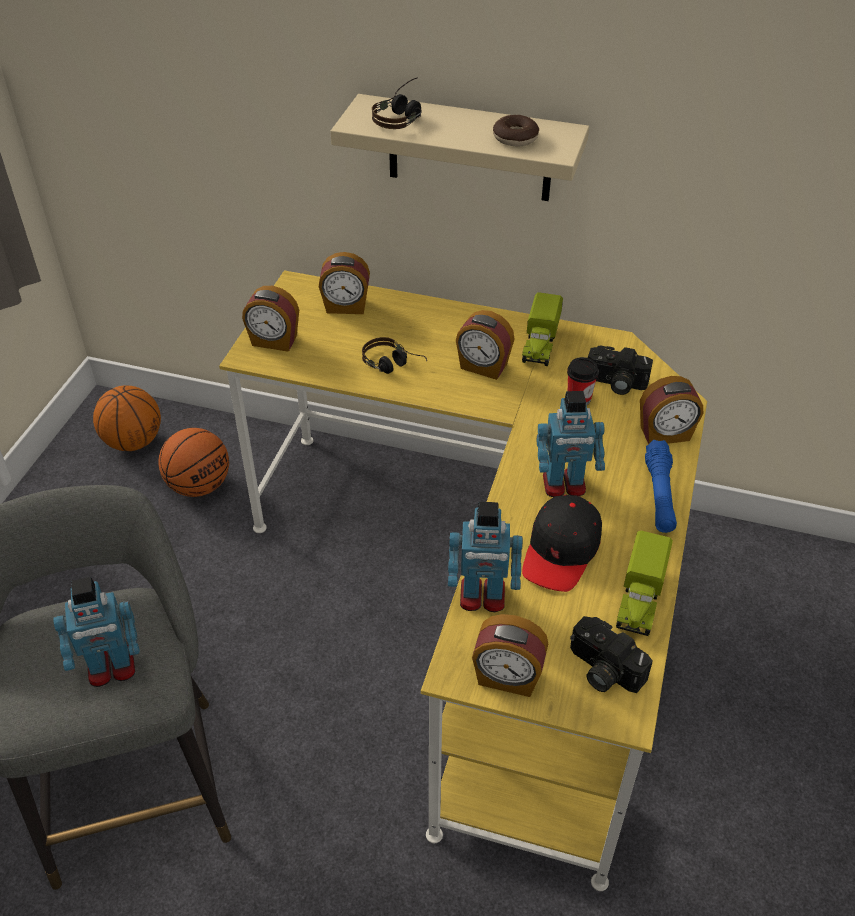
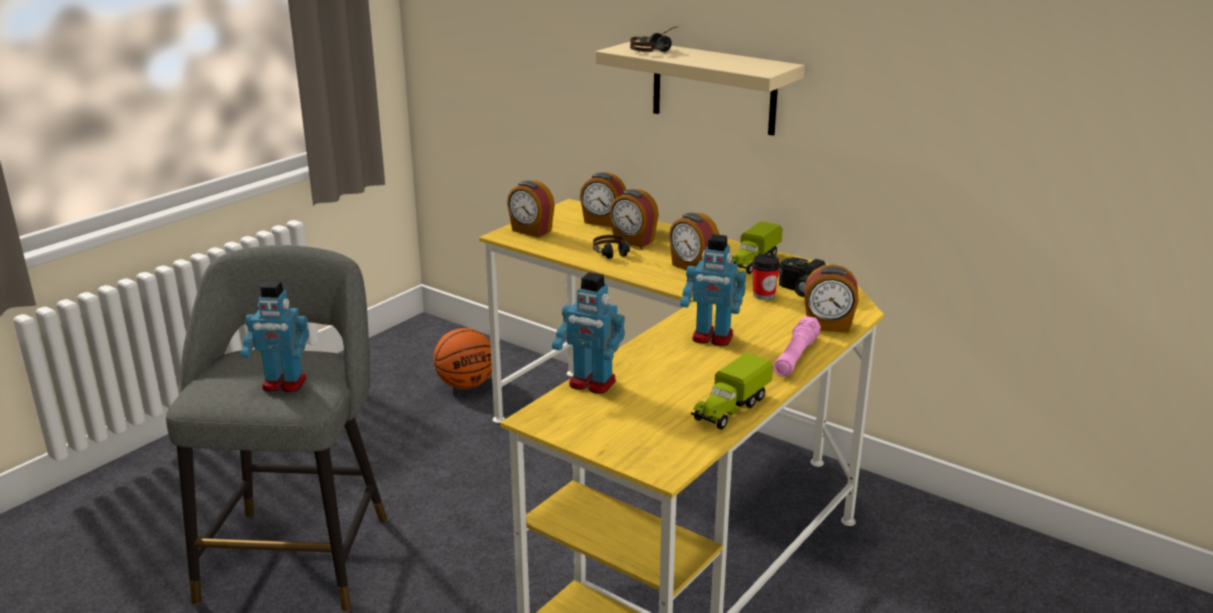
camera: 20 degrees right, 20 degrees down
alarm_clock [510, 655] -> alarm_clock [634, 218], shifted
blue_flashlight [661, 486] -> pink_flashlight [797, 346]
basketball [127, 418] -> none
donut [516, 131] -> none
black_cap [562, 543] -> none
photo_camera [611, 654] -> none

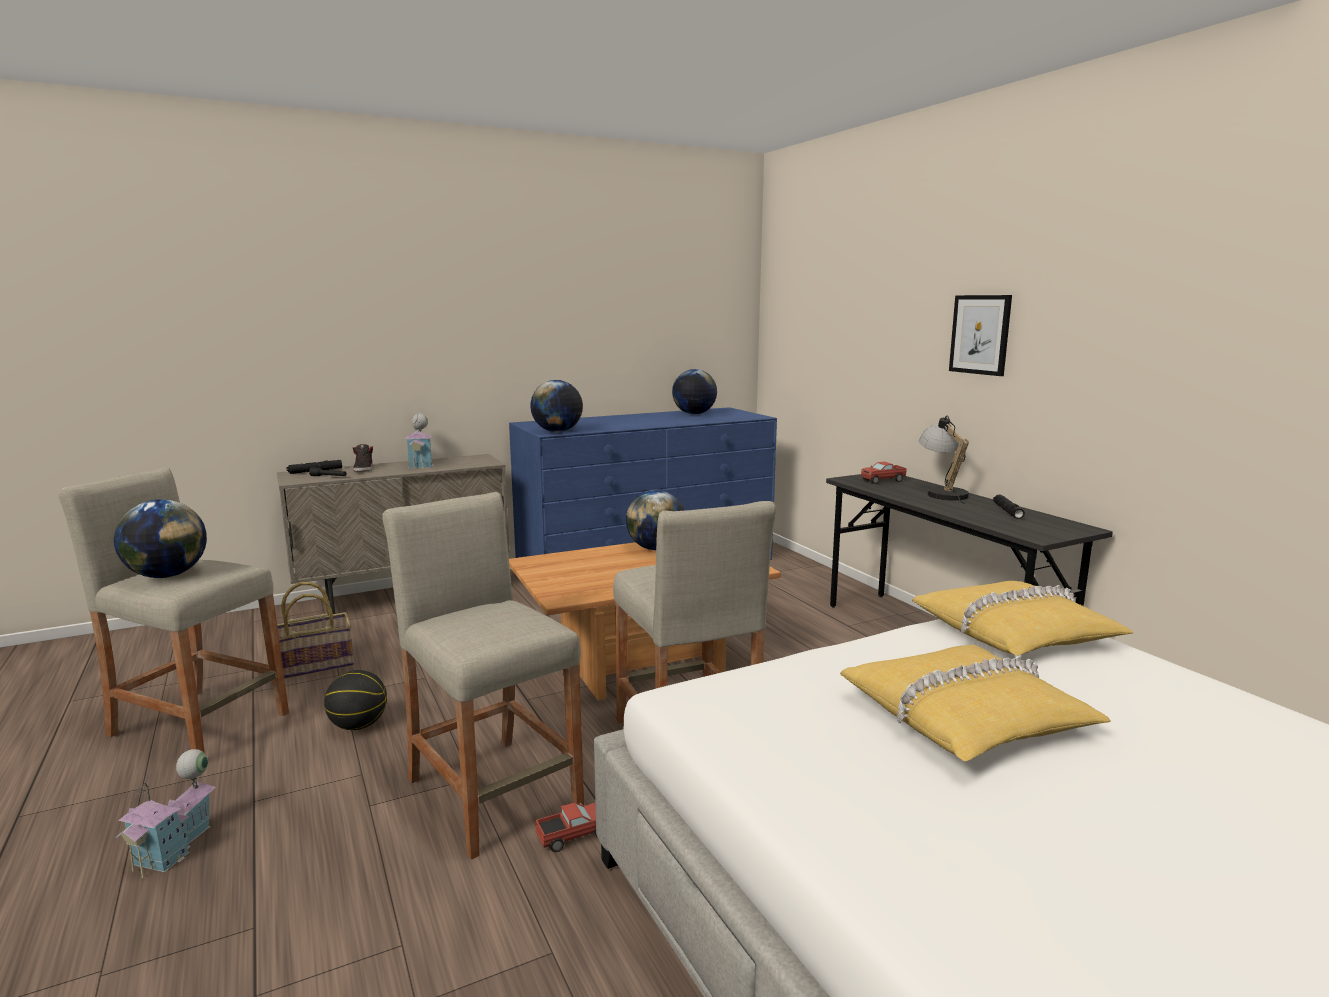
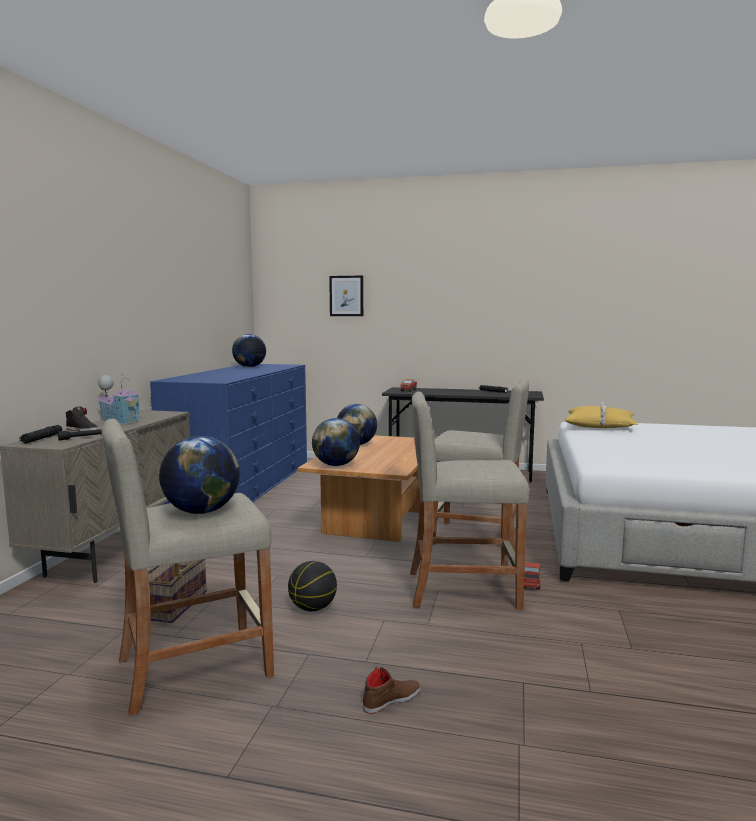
camera: 50 degrees left, 5 degrees down
globe [556, 406] -> globe [336, 442], shifted
picture [980, 335] -> picture [346, 296], shifted
toy_house [165, 813] -> brown_shoe [391, 690]
yellow_pillow [975, 703] -> none
table_lamp [944, 459] -> none

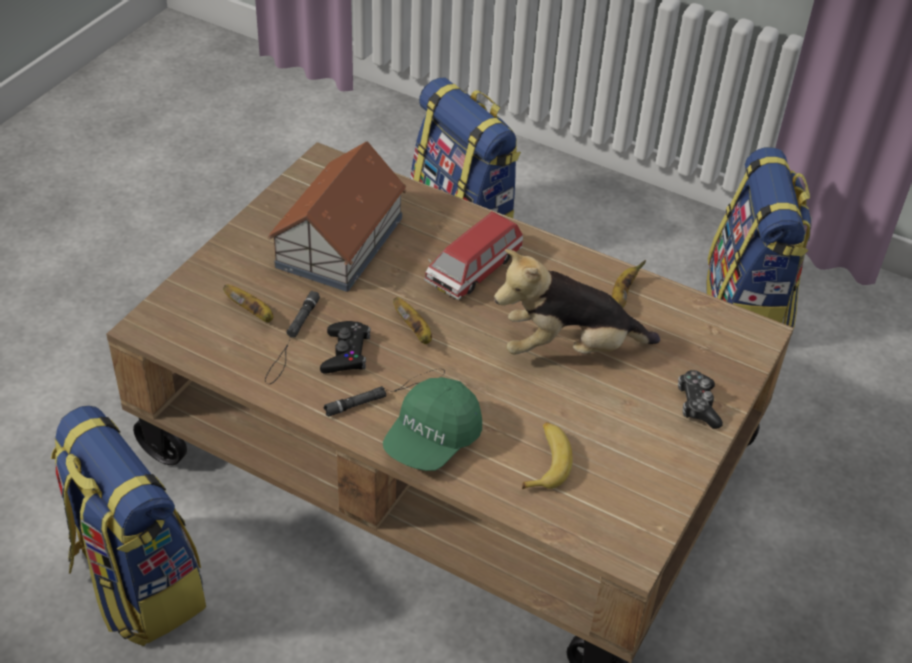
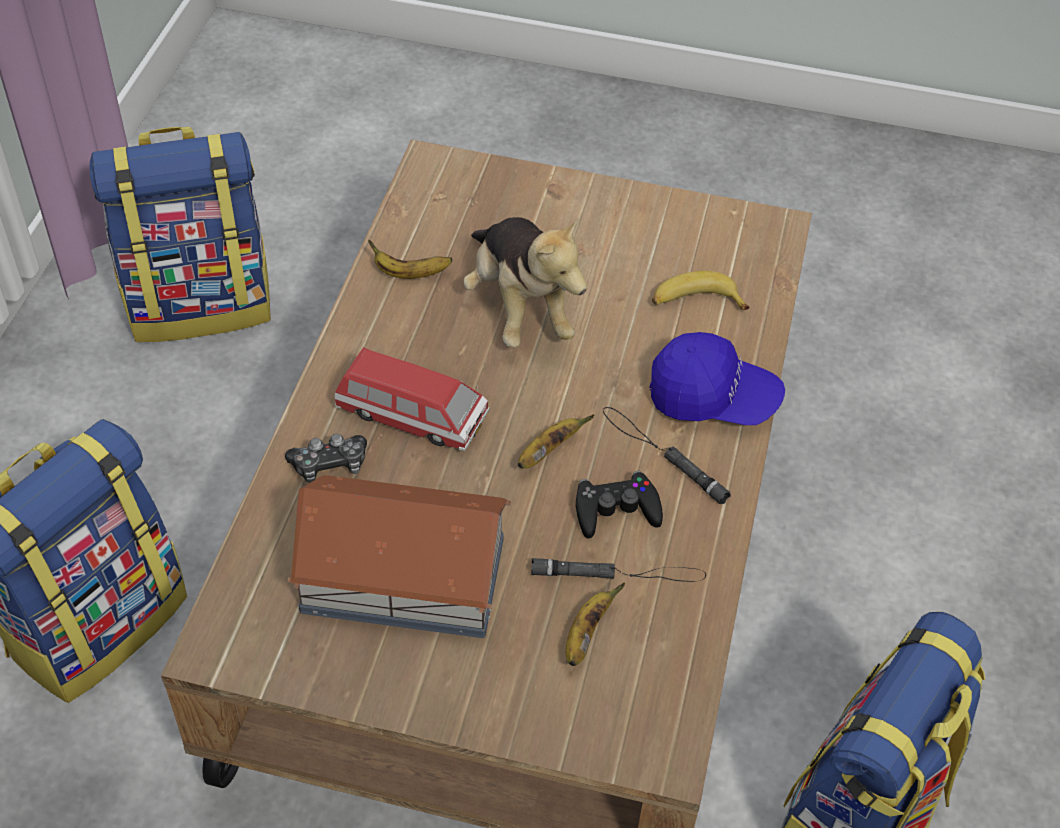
camera: 105 degrees left, 5 degrees up
game_controller [700, 399] -> game_controller [326, 458], shifted
green_cap [432, 424] -> blue_cap [717, 378]

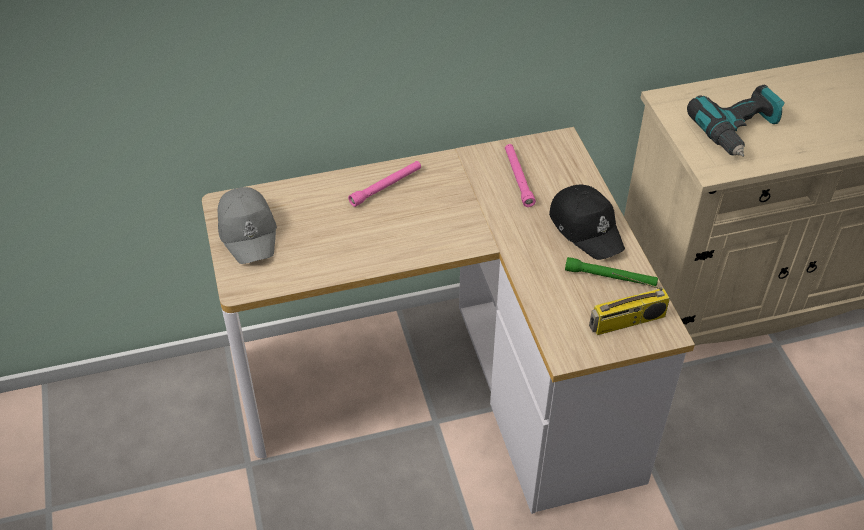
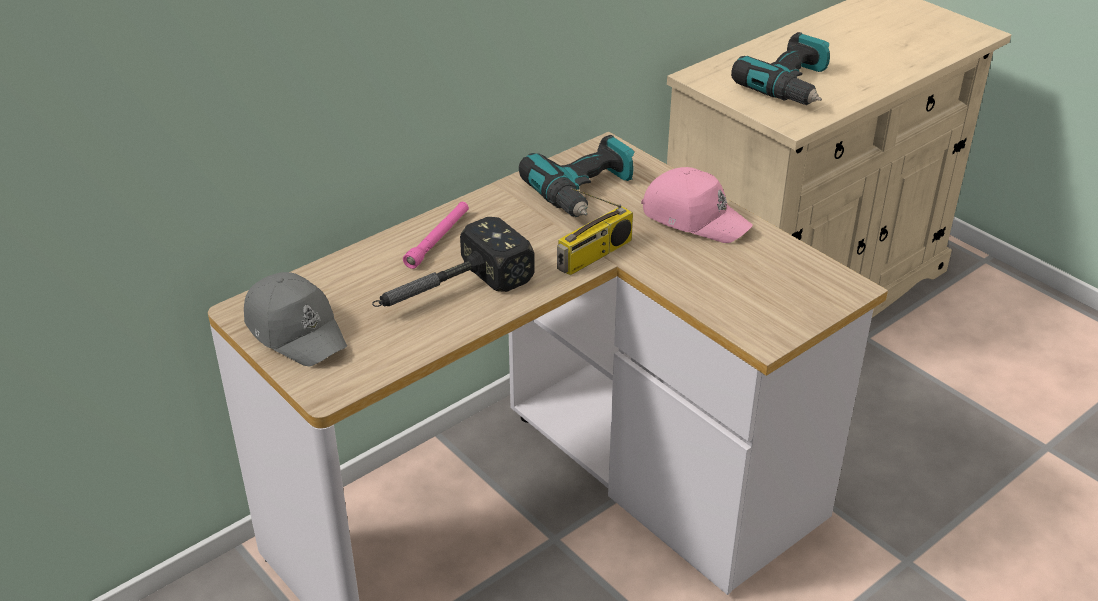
camera: 25 degrees left, 10 degrees down
none -> hammer [453, 262]
pink_flashlight [520, 175] -> power_drill [577, 176]
radio [629, 304] -> radio [595, 231], shifted
black_cap [587, 222] -> pink_cap [697, 205]
green_flashlight [611, 271] -> none

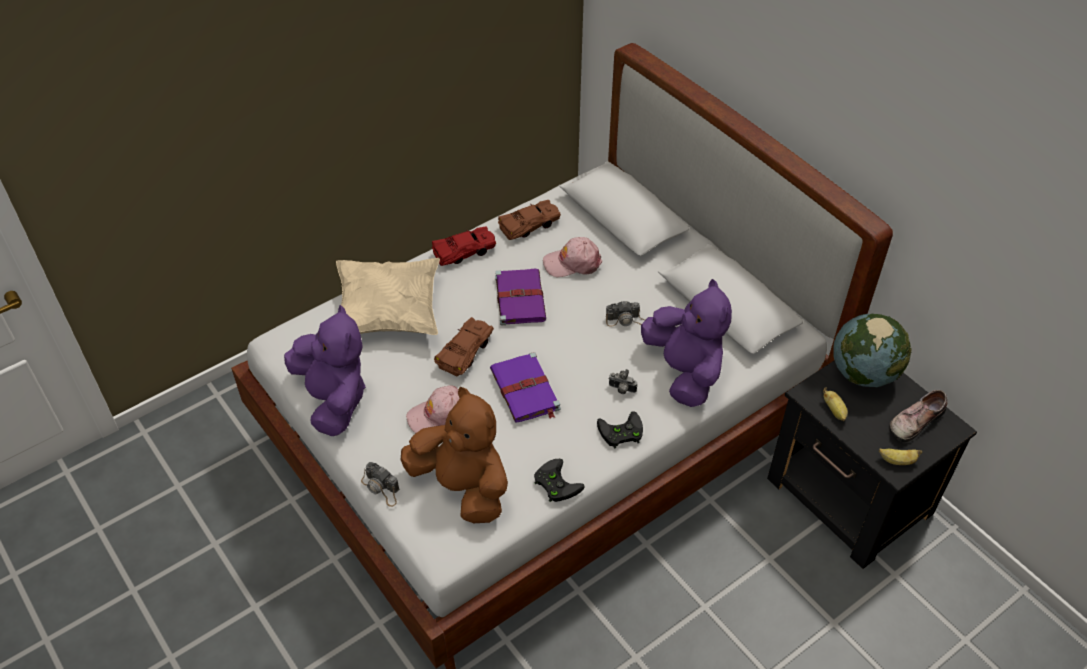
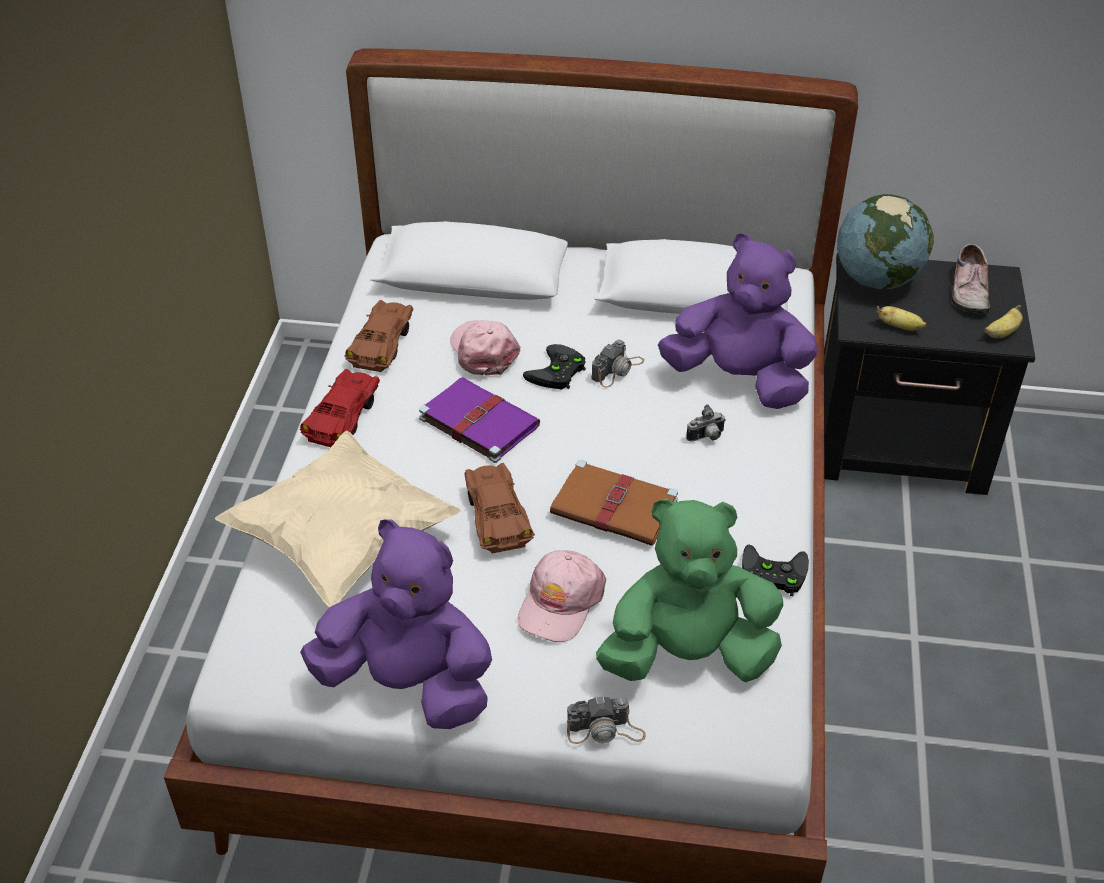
camera: 45 degrees left, 5 degrees down
pink_cap [572, 257] -> pink_cap [485, 348], 120 degrees clockwise
black_game_controller [620, 429] -> black_game_controller [554, 366], shifted
purple_book [525, 387] -> brown_book [614, 503]
brown_plush_toy [454, 455] -> green_plush_toy [689, 590]

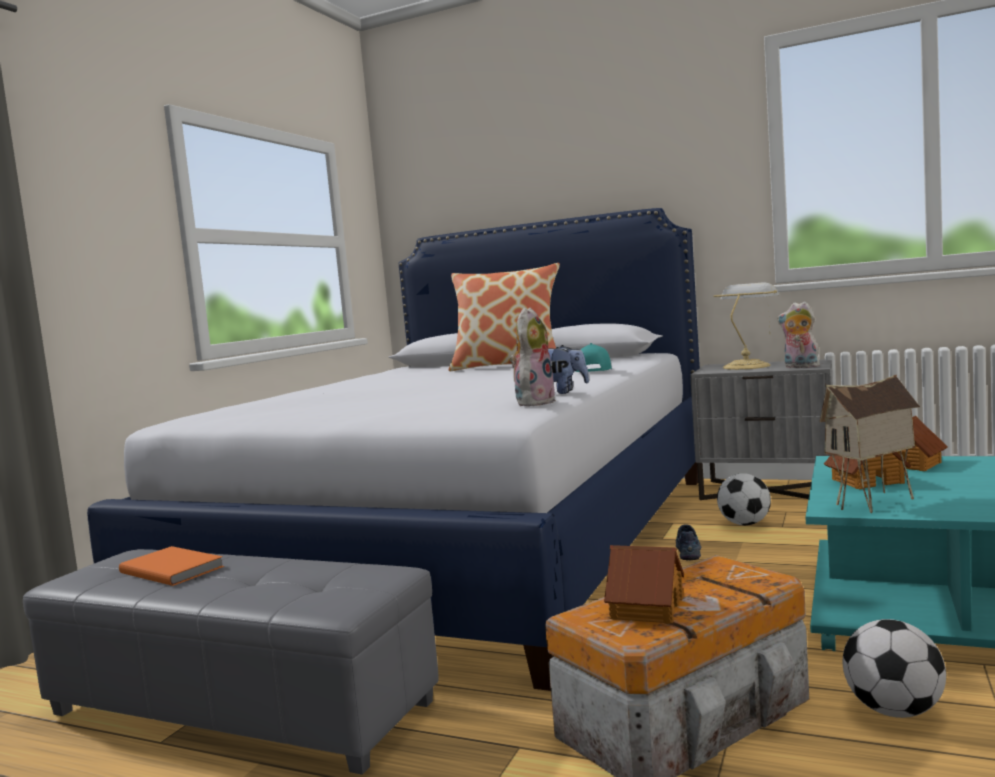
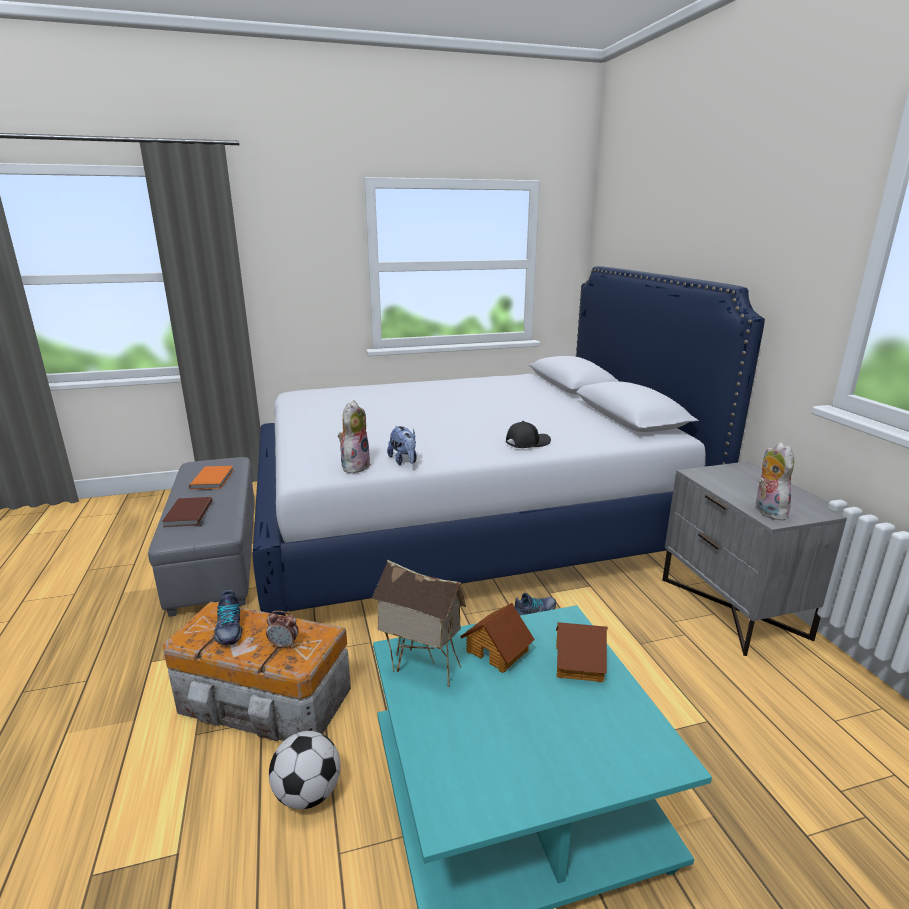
camera: 50 degrees right, 15 degrees up
none -> brown_book [187, 512]
toy_house [644, 584] -> shoe [228, 617]
none -> alarm_clock [282, 630]
plush_toy [533, 356] -> plush_toy [354, 437], 60 degrees counterclockwise
turquoise_cap [594, 357] -> black_cap [528, 434]
pillow [504, 317] -> none
table_lamp [746, 326] -> none
football [744, 499] -> none

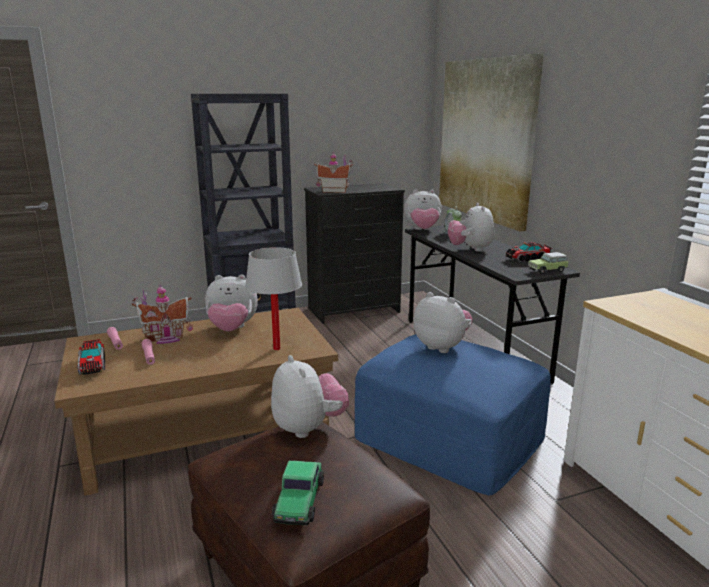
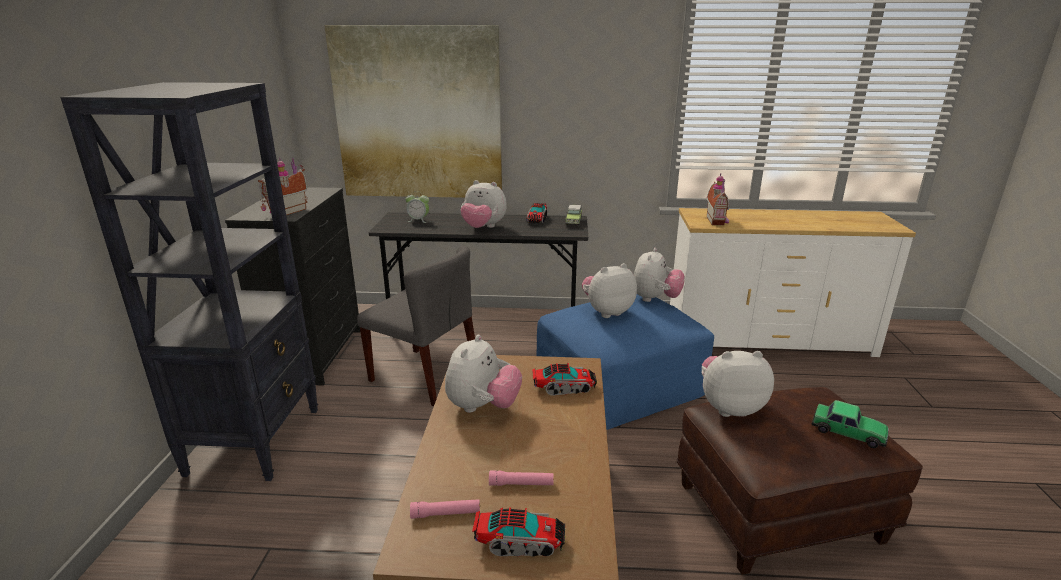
camera: 65 degrees left, 5 degrees up
none -> grey_chair [416, 326]
white_table_lamp [273, 298] -> toy_truck [564, 379]
plush_toy [423, 210] -> plush_toy [659, 275], shifted
toy_house [162, 314] -> toy_house [717, 199], shifted

